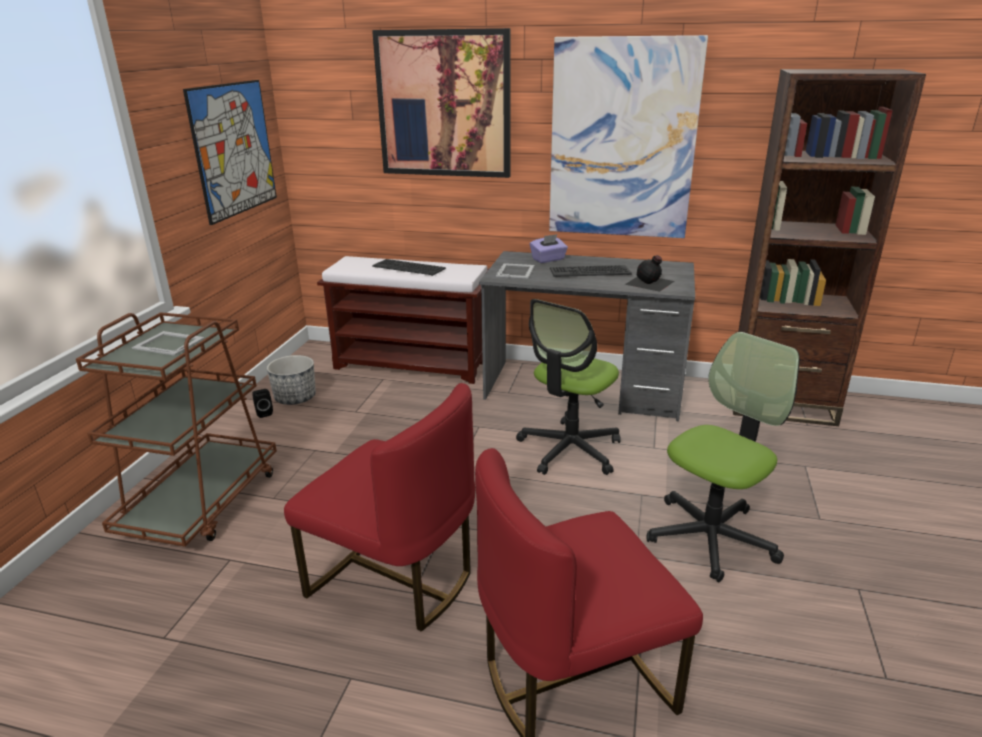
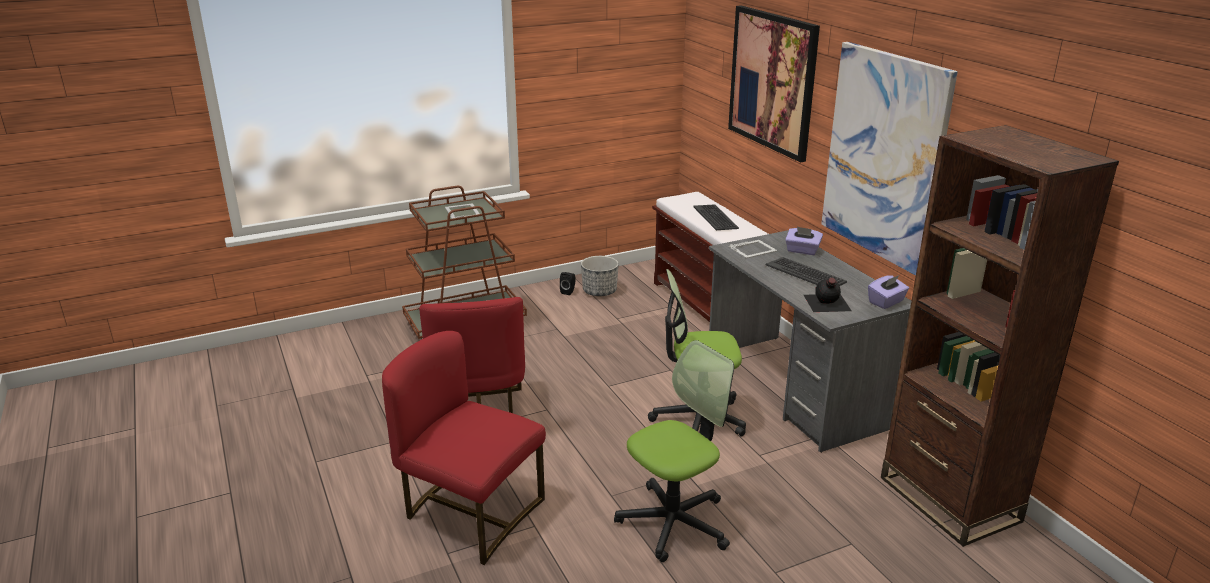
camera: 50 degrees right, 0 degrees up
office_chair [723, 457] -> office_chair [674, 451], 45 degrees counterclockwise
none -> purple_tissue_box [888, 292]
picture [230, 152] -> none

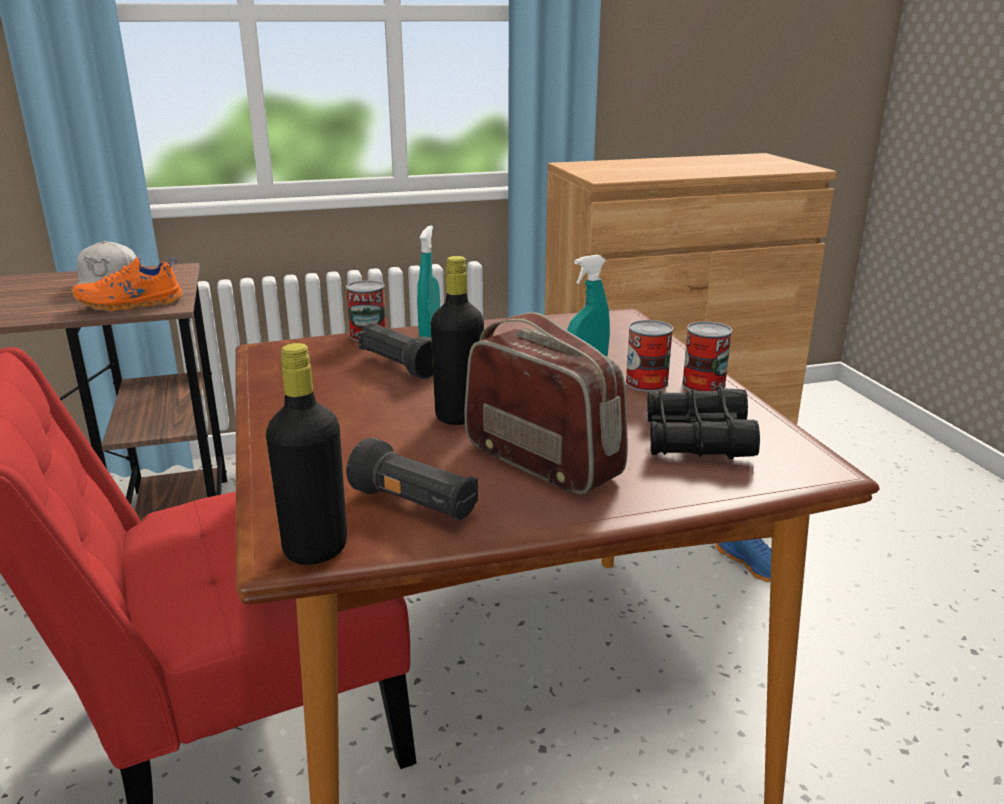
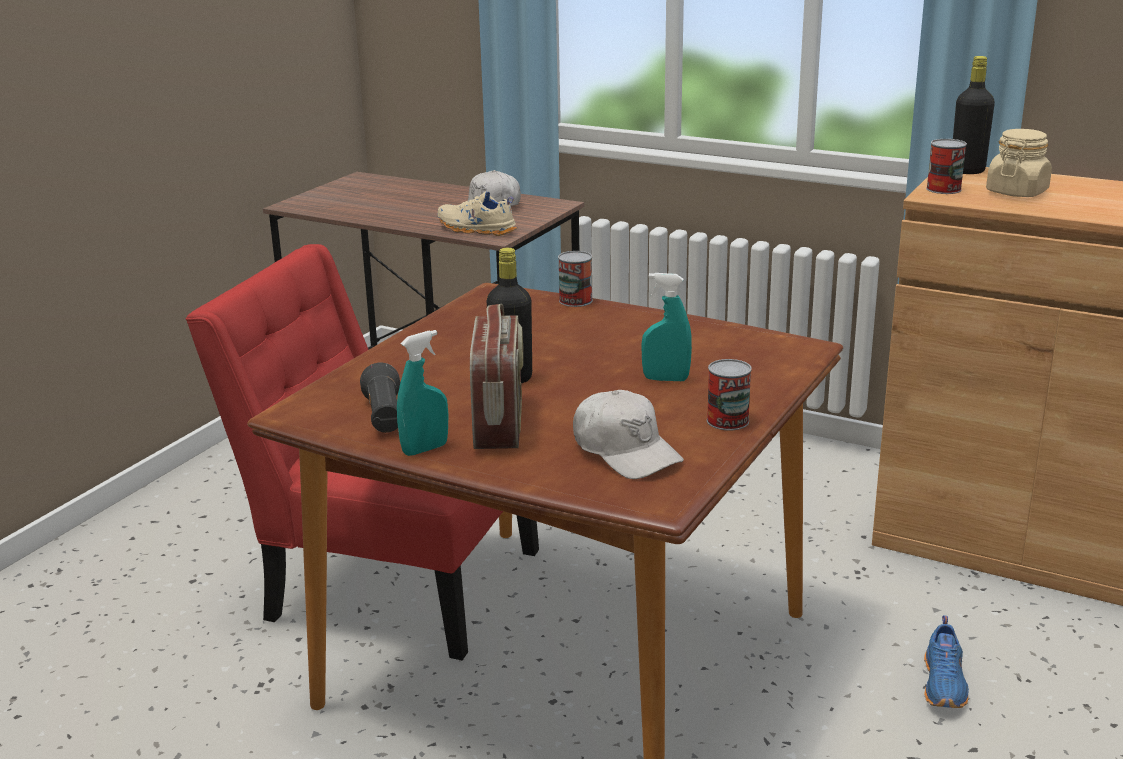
camera: 45 degrees right, 0 degrees up
turquoise_spray_bottle [428, 282] -> turquoise_spray_bottle [423, 393], shifted
orange_shoe [128, 284] -> beige_shoe [477, 213]
black_binoculars [703, 422] -> white_cap [628, 434]
can [649, 356] -> can [946, 166], shifted
black_bottle [306, 454] -> black_bottle [974, 115], shifted
none -> beige_jar [1019, 163]
black_flashlight [395, 351] -> none

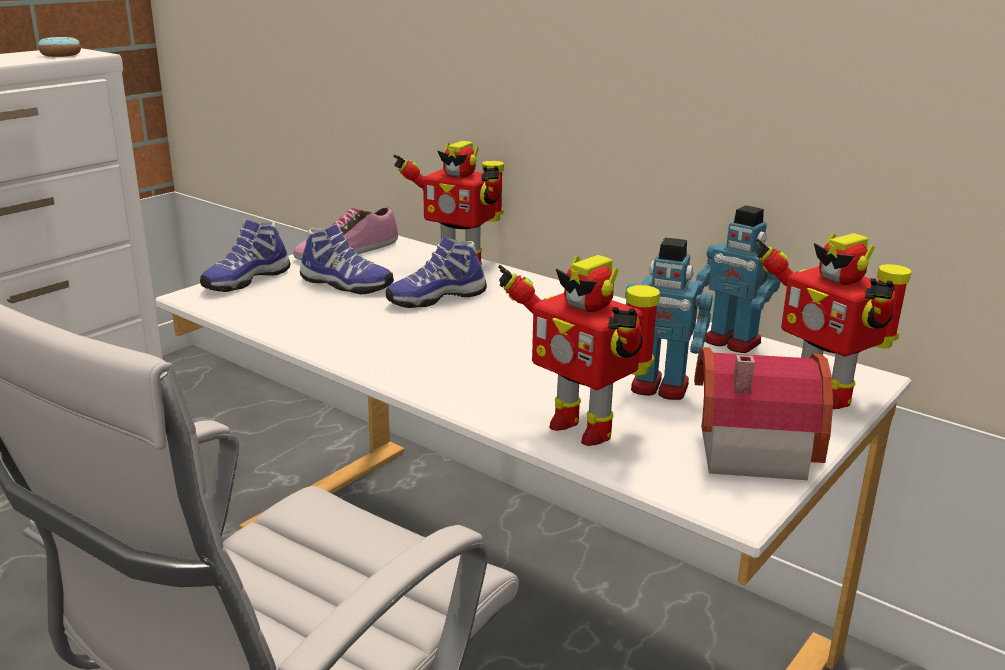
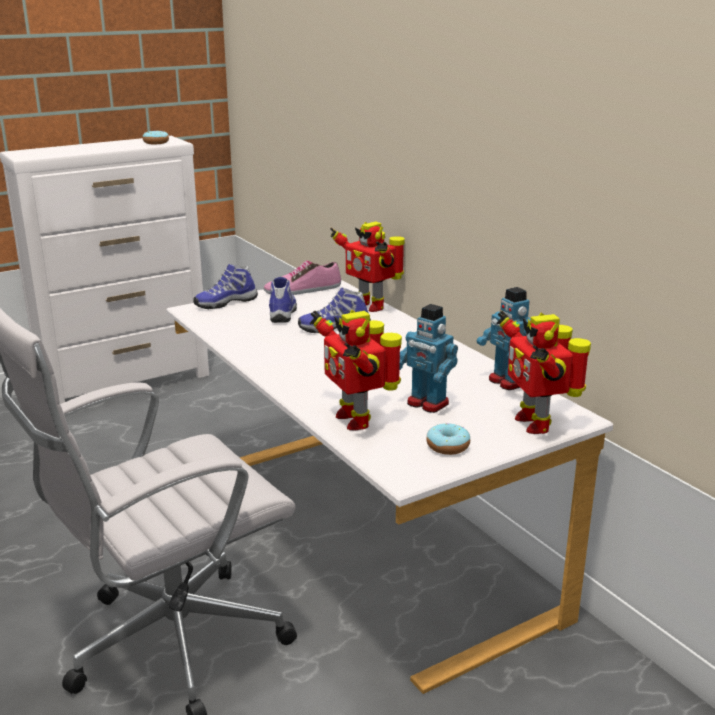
camera: 20 degrees right, 0 degrees up
shoe [347, 259] -> shoe [283, 300], 135 degrees counterclockwise
toy_house [763, 413] -> donut [448, 439]

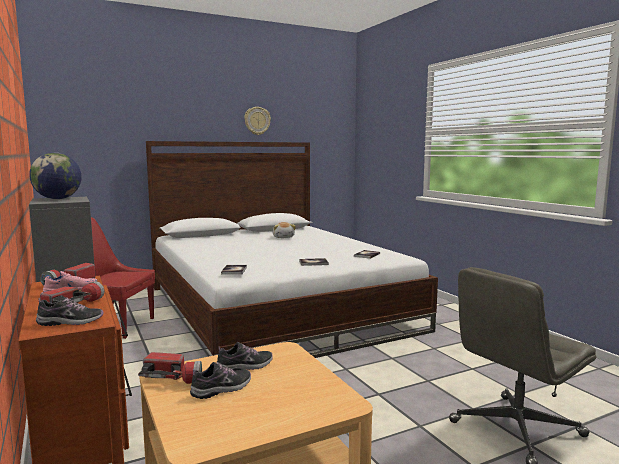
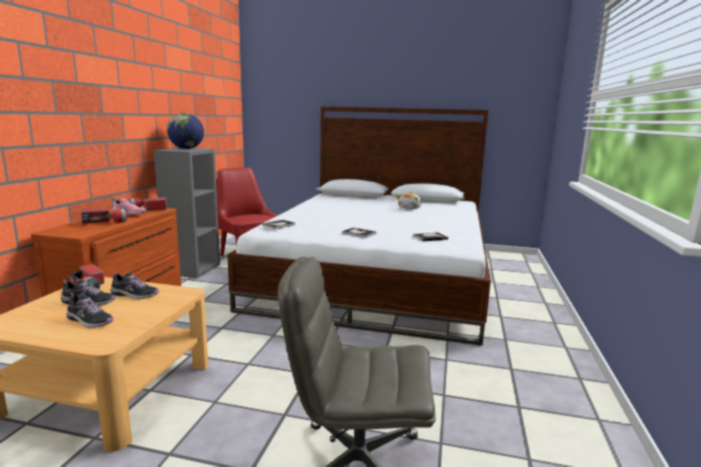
camera: 40 degrees right, 5 degrees up
shoe [69, 310] -> shoe [90, 310], shifted
wall_clock [257, 121] -> none

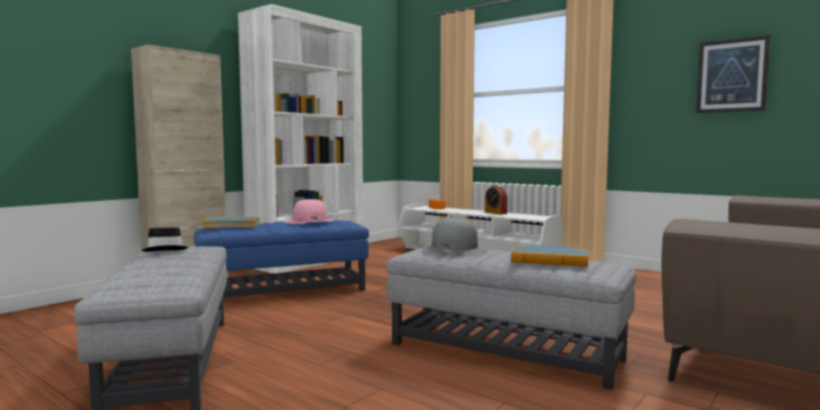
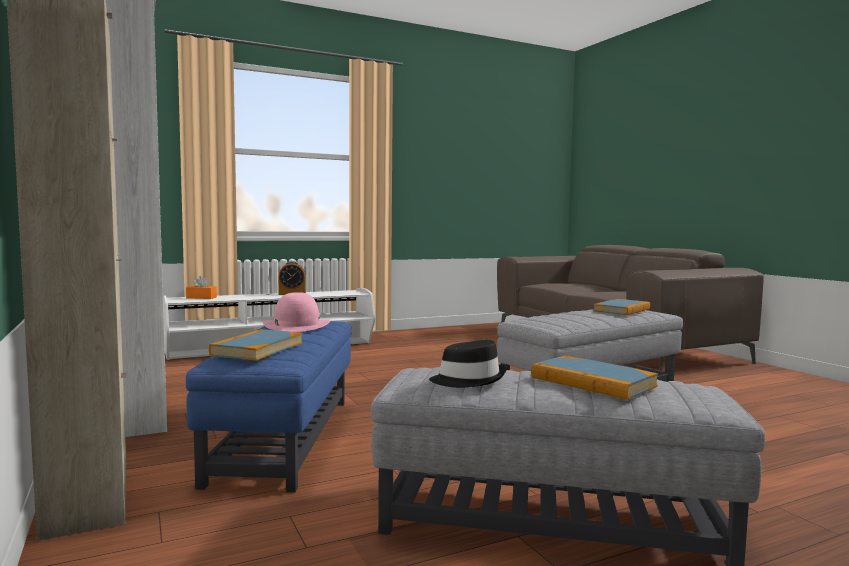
camera: 65 degrees left, 0 degrees up
none -> book [594, 378]
grey_hat [455, 236] -> none
picture [733, 74] -> none

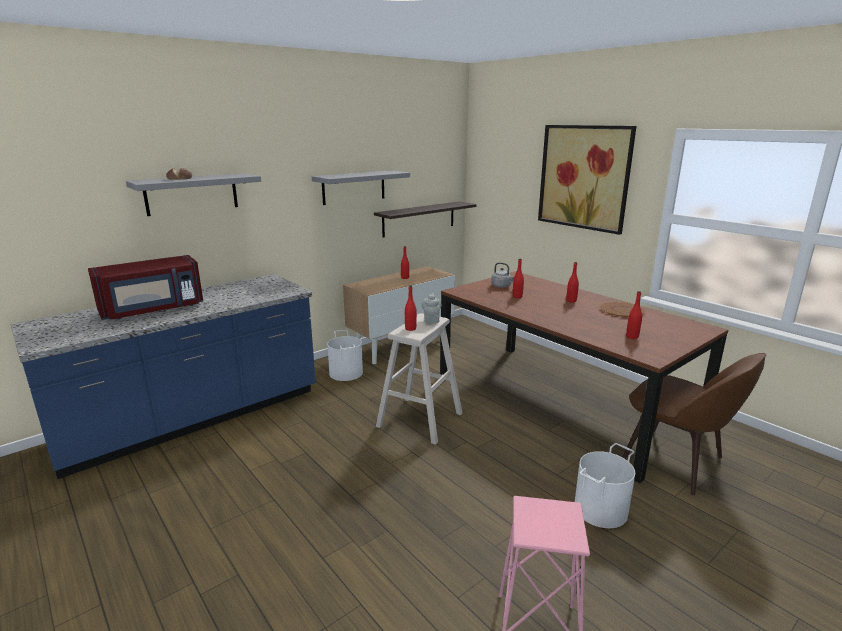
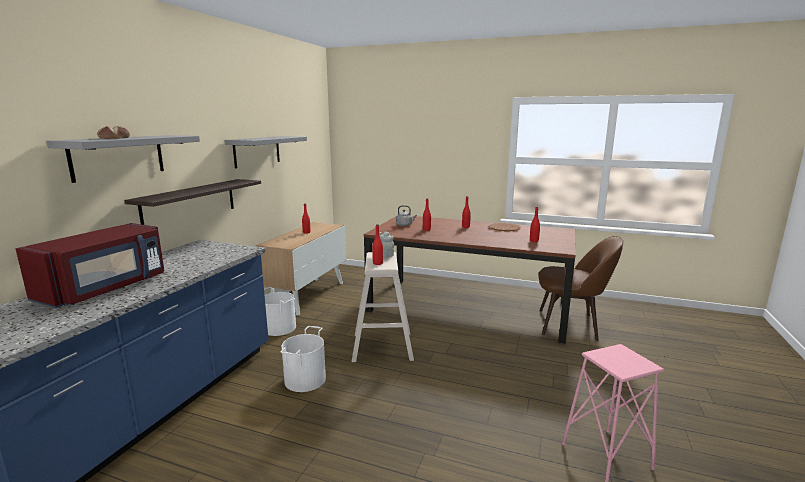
camera: 30 degrees left, 5 degrees down
shelf [425, 219] -> shelf [192, 202], shifted
white_bucket [605, 485] -> white_bucket [303, 359], shifted
picture [587, 180] -> none

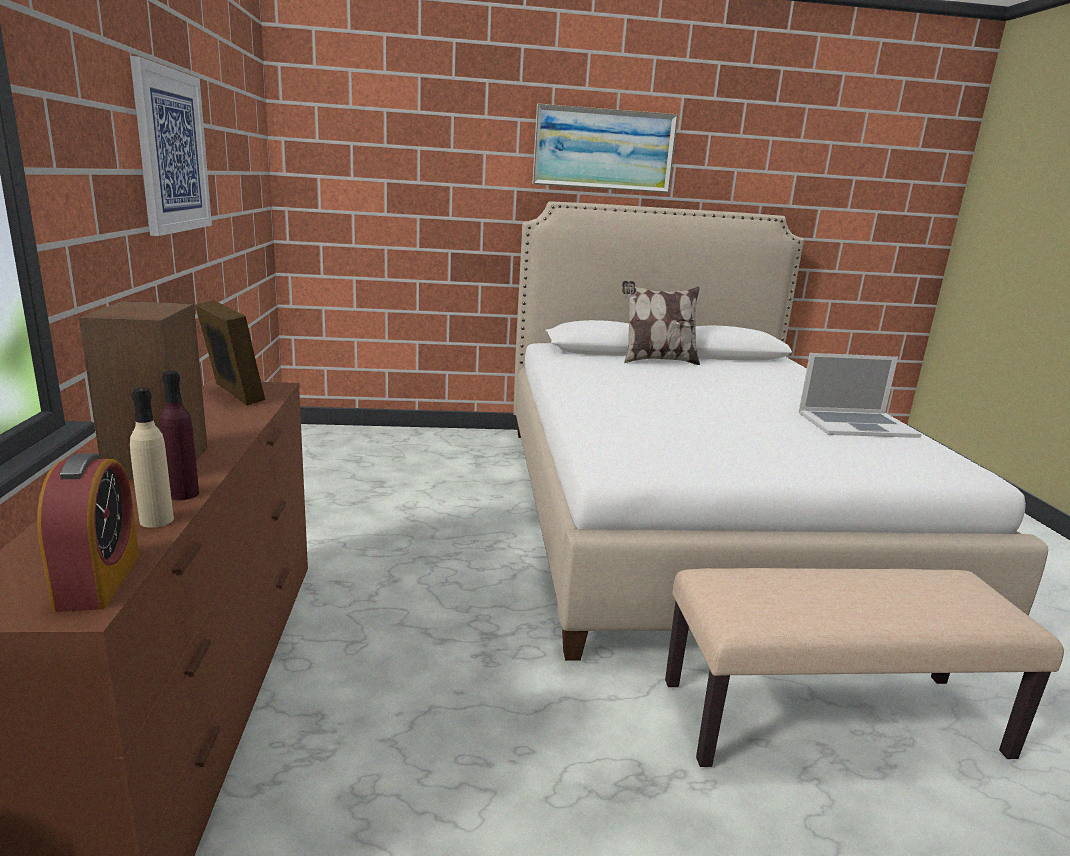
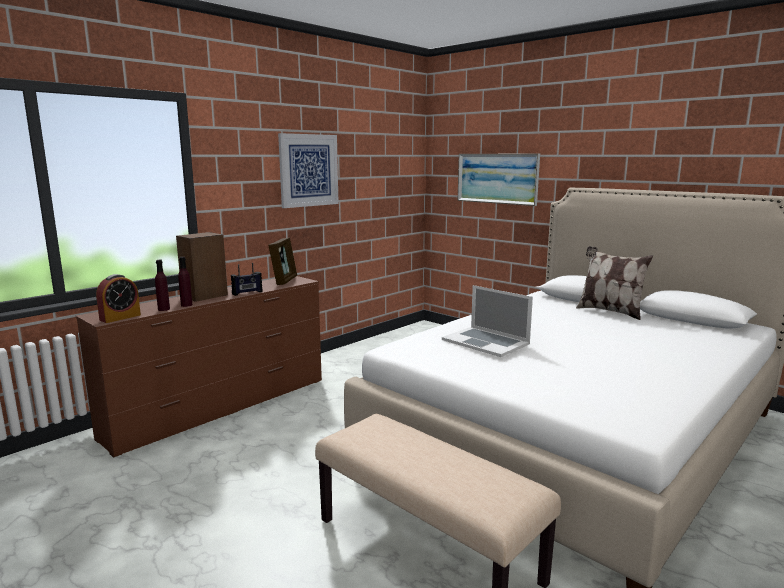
camera: 50 degrees right, 5 degrees down
beige_bottle [152, 458] -> purple_bottle [162, 285]
none -> radio [247, 279]
laptop [860, 395] -> laptop [487, 321], shifted
picture [605, 148] -> picture [498, 180], shifted

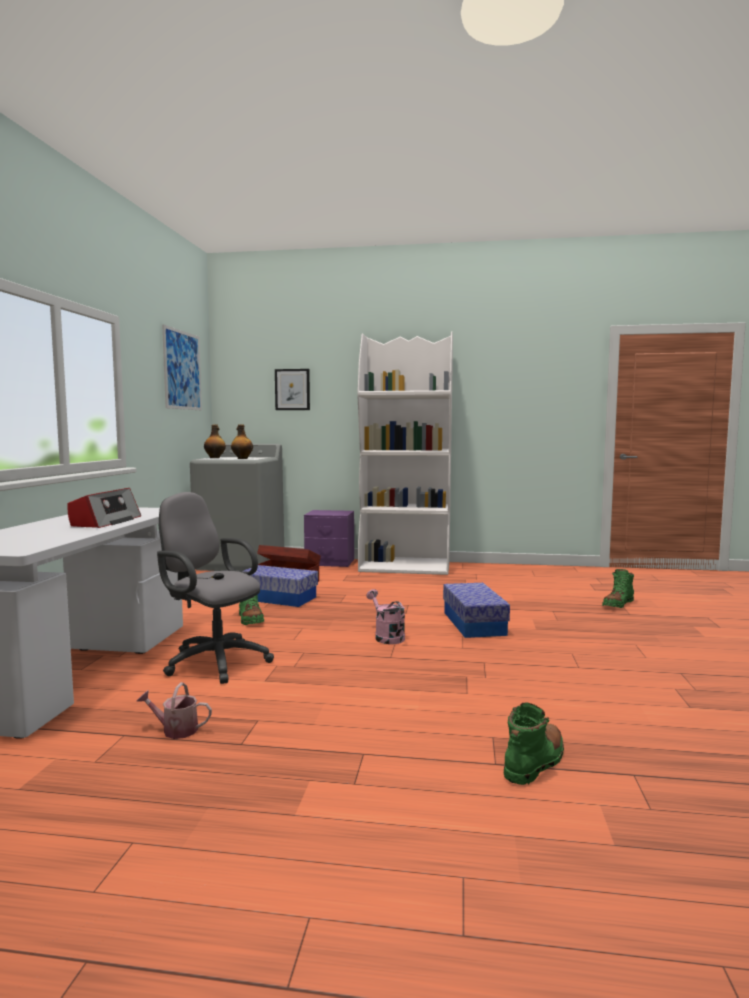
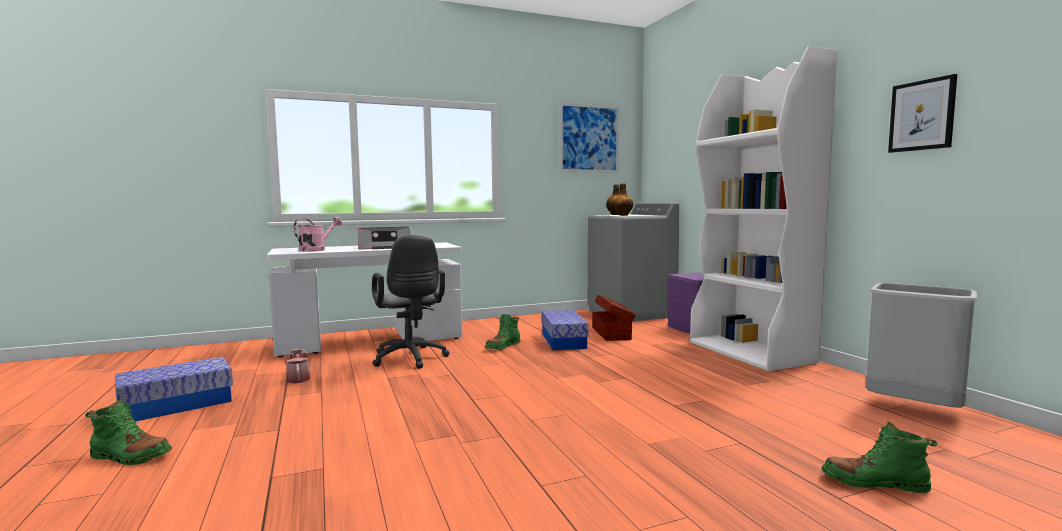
camera: 60 degrees right, 0 degrees up
green_boot [533, 743] -> green_boot [128, 432], shifted
storage_box [476, 610] -> storage_box [174, 389], shifted
pink_watering_can [385, 616] -> pink_watering_can [318, 234], shifted
grey_office_chair [215, 588] -> grey_office_chair [411, 302], 150 degrees clockwise
none -> grey_trash_can [922, 345]
picture [292, 389] -> picture [922, 113], shifted

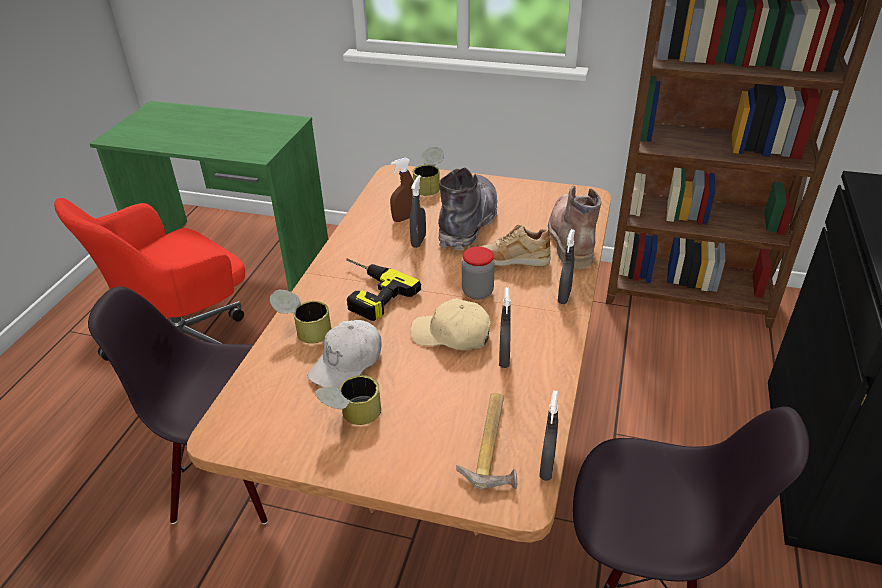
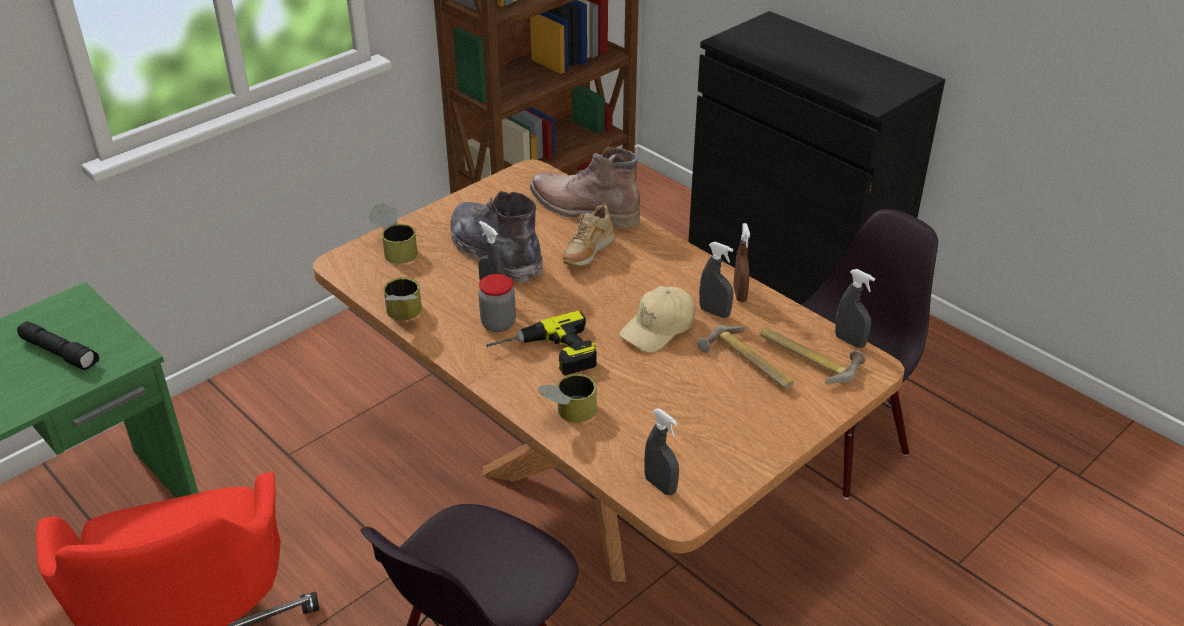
camera: 60 degrees left, 0 degrees up
none -> black_flashlight [58, 346]
can [348, 400] -> can [402, 298], shifted
jar [478, 273] -> jar [497, 303], shifted
grey_spray_bottle [566, 266] -> grey_spray_bottle [661, 451], shifted
none -> hammer [745, 357]
brown_spray_bottle [402, 190] -> brown_spray_bottle [741, 262], shifted
white_cap [345, 354] -> none

